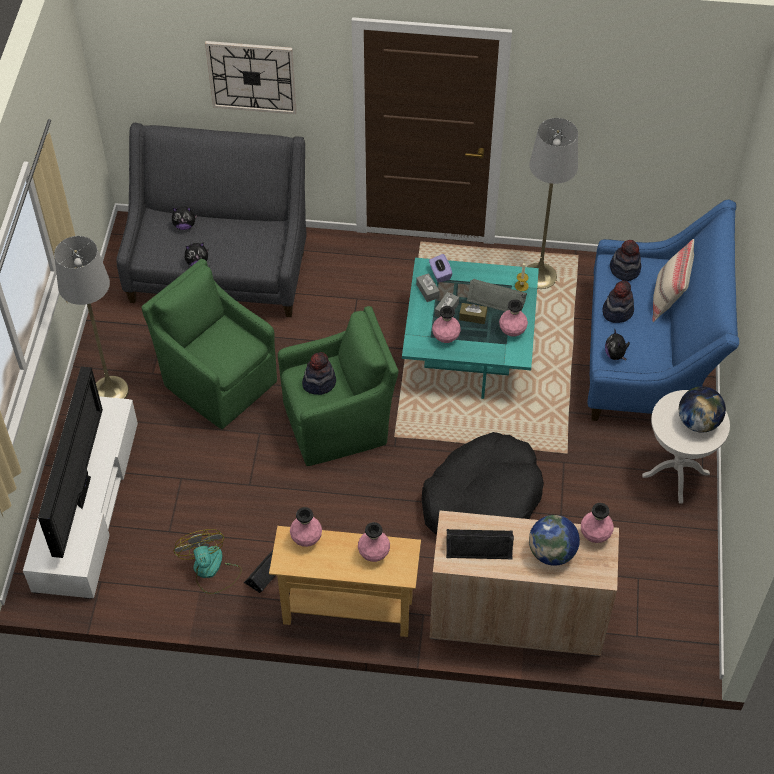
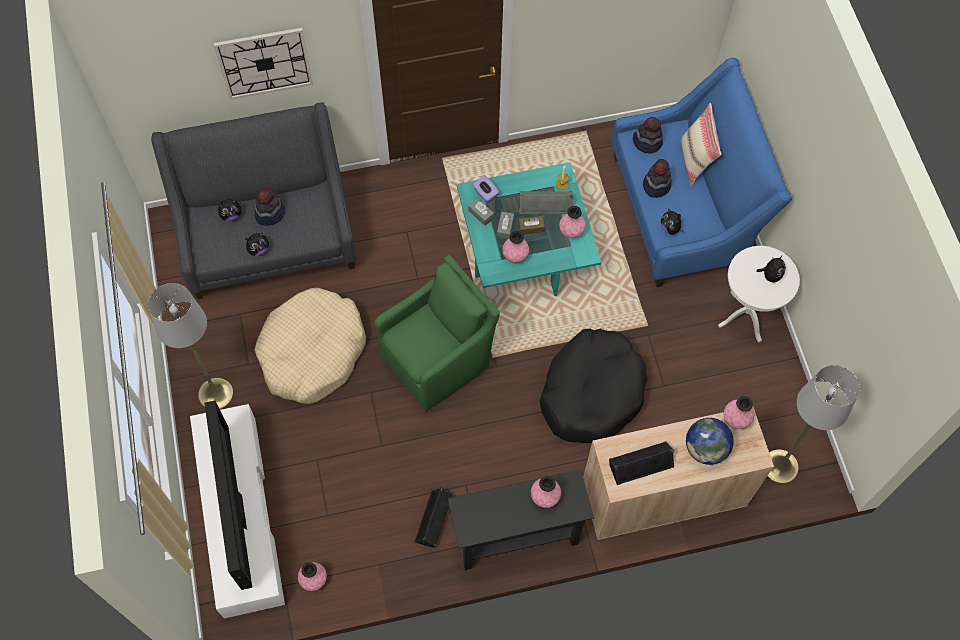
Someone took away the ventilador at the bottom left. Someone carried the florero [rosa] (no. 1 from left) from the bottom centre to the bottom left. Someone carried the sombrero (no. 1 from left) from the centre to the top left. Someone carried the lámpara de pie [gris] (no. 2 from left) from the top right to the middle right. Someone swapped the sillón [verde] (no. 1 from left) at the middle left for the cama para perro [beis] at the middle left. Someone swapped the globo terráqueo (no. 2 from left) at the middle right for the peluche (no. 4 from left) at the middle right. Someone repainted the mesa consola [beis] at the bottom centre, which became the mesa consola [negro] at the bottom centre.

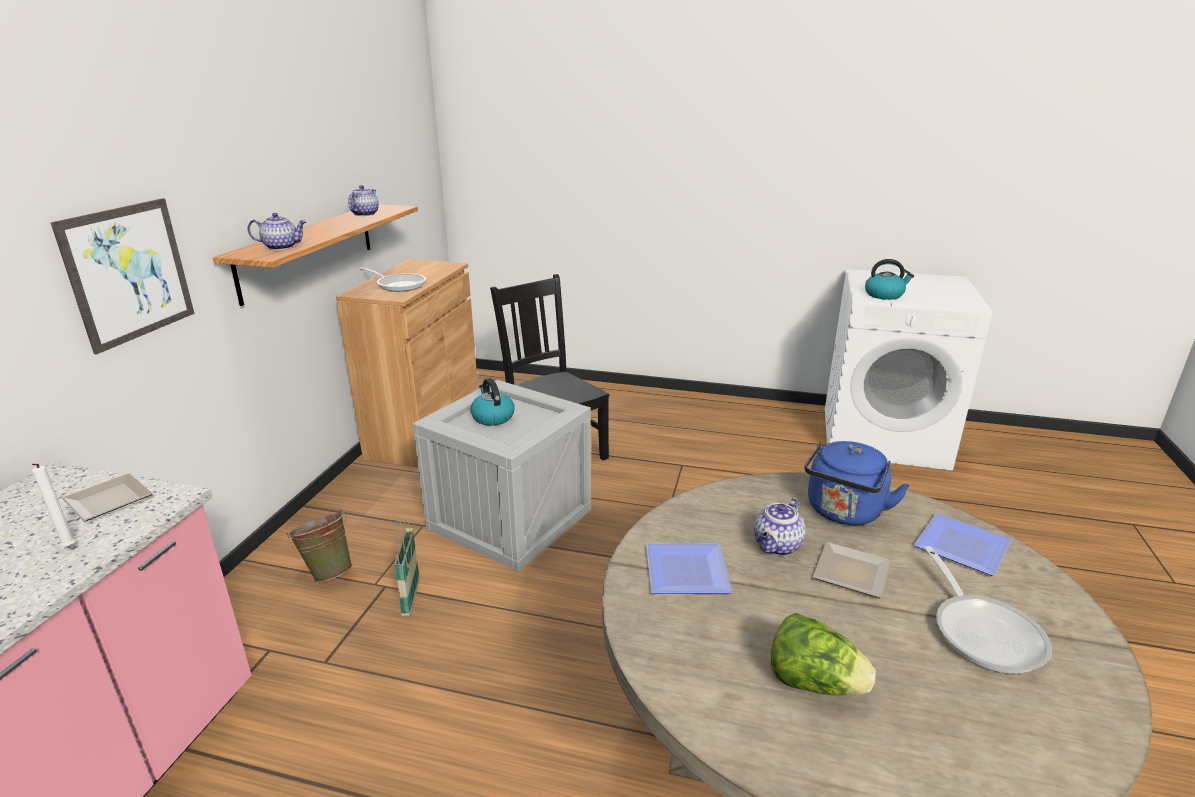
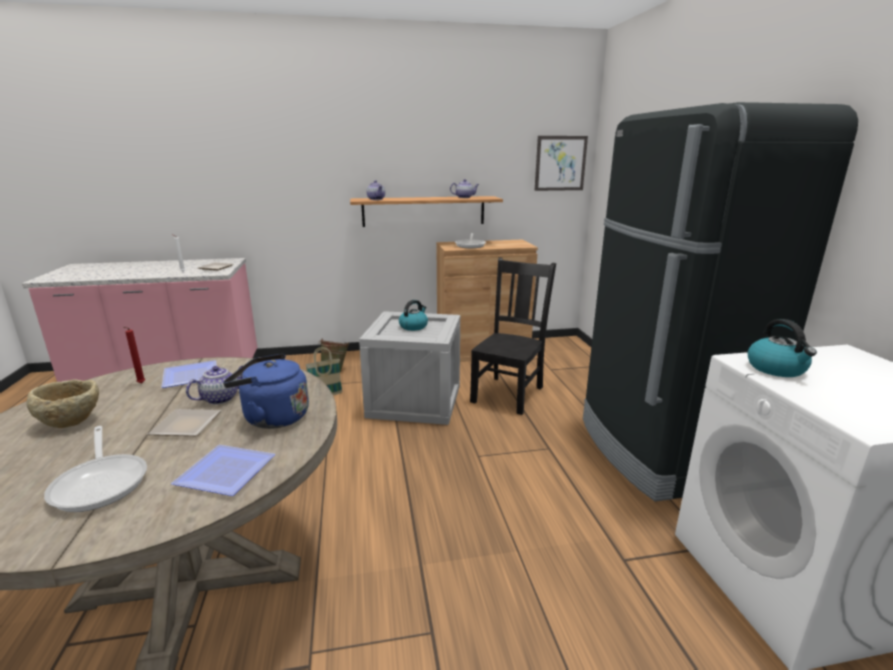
Someone put down the vela [rojo] at the middle left. Someone put down the nevera [negro] at the middle right. Someone carried the cuadro from the middle left to the top centre. Someone swapped the lechuga at the bottom right for the cuenco [beis] at the middle left. Someone rotated the tetera (no. 3 from left in the first image) at the centre by 120 degrees clockwise. Someone rotated the sartén (no. 2 from left in the first image) at the bottom right by 90 degrees counterclockwise.

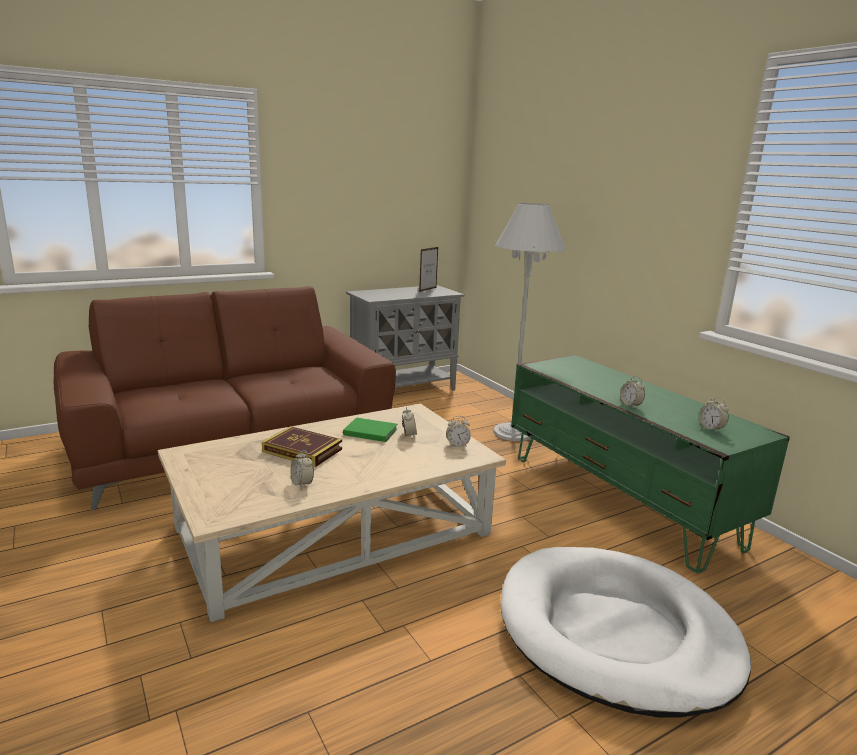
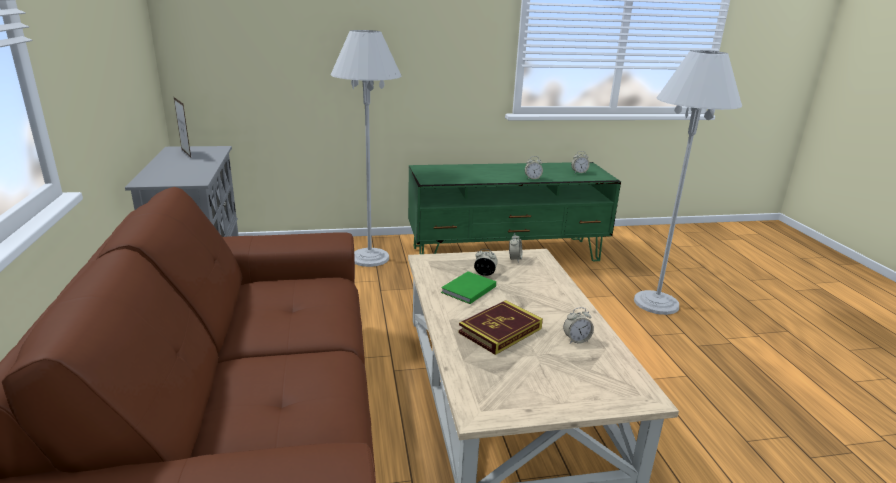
Someone swapped the cama para perro [blanco] at the bottom right for the lámpara de pie [blanco] (no. 2 from left) at the middle right.

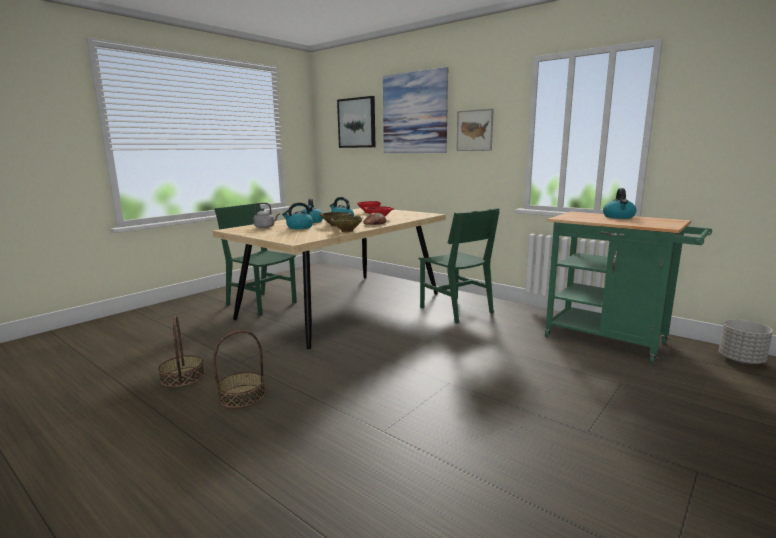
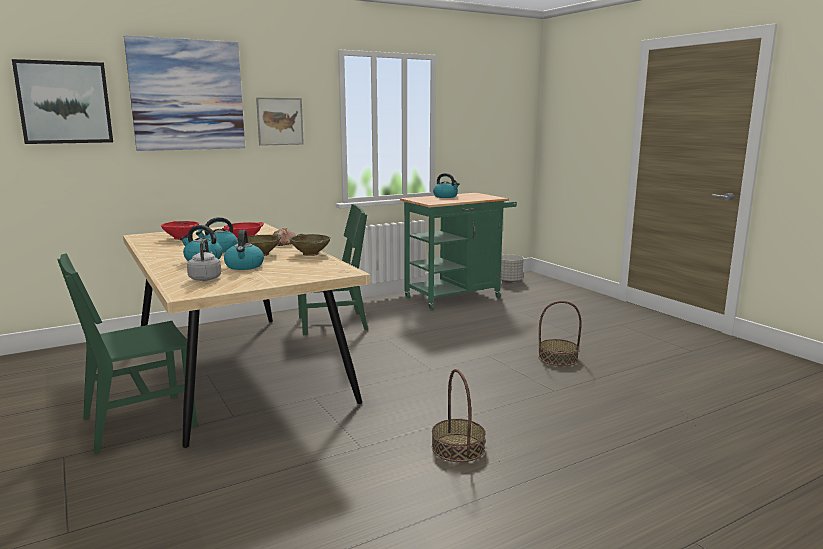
Someone carried the cesta (no. 1 from left in the first image) from the middle left to the middle right.

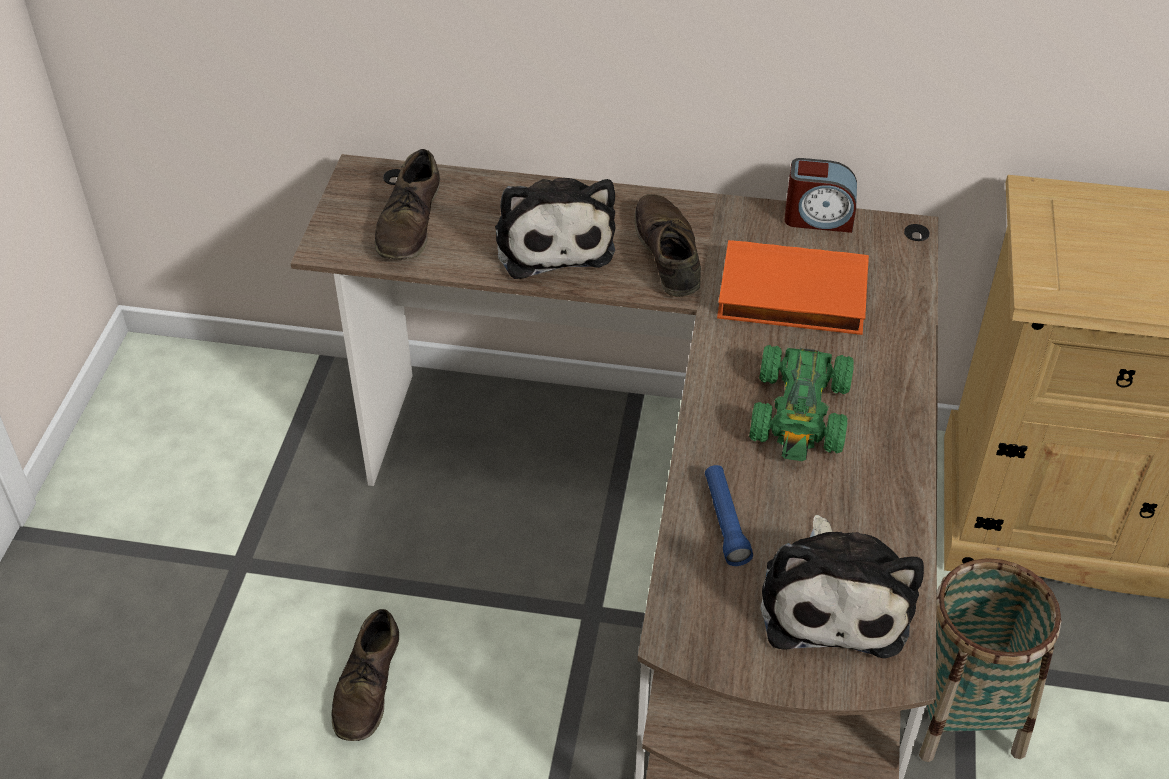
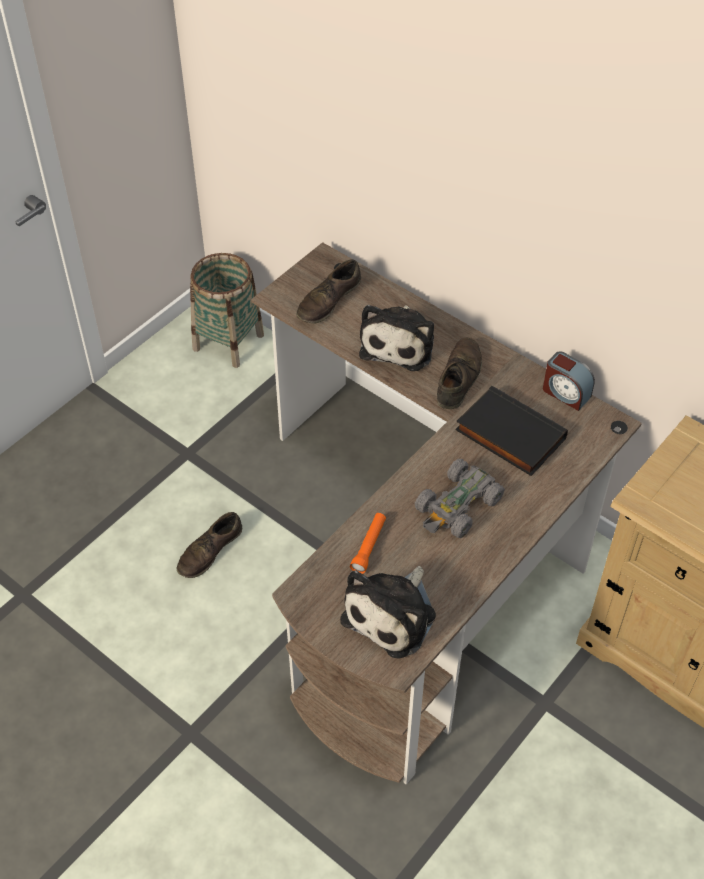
Someone carried the cesta from the bottom right to the middle left. Someone repainted the linterna [azul] at the centre, which became the linterna [naranja] at the centre. Someone repainted the libro [naranja] at the middle right, which became the libro [negro] at the middle right. Someone repainted the coche de juguete [verde] at the middle right, which became the coche de juguete [gris] at the centre.

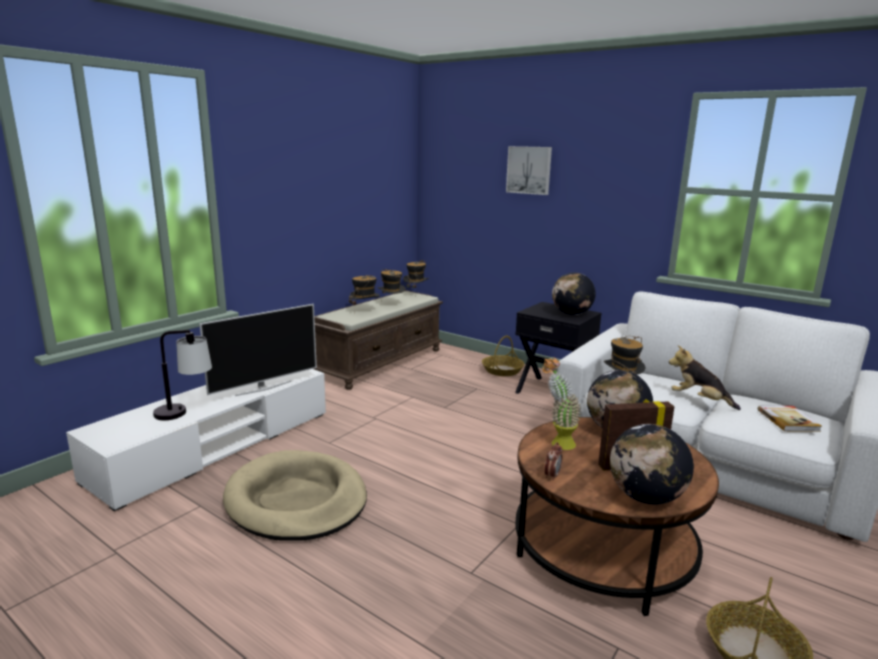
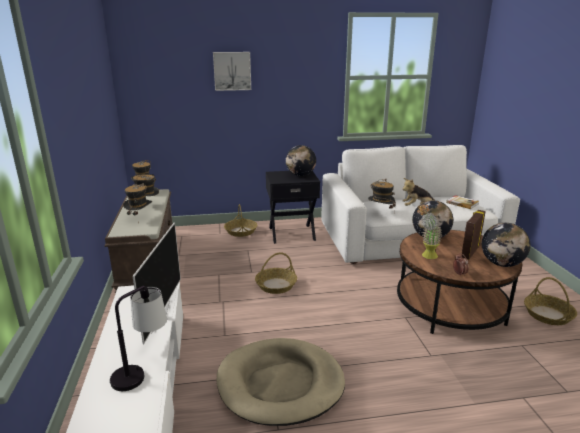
Someone put down the cesta (no. 2 from left) at the centre.

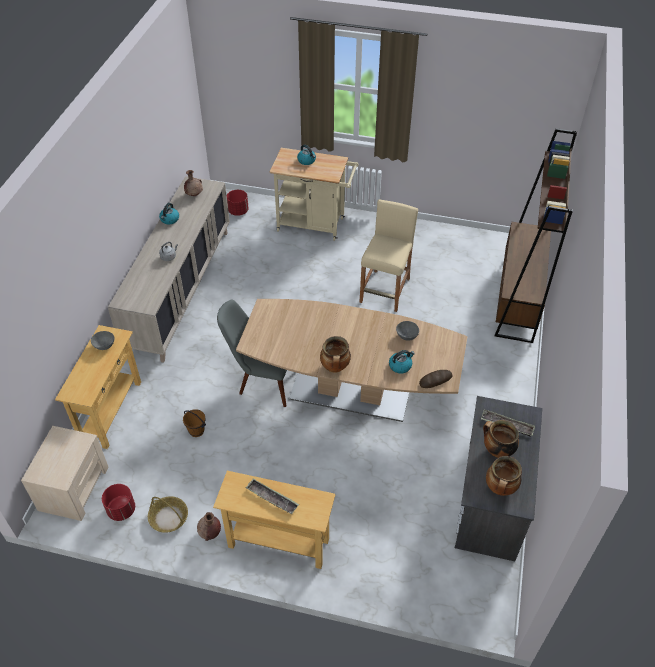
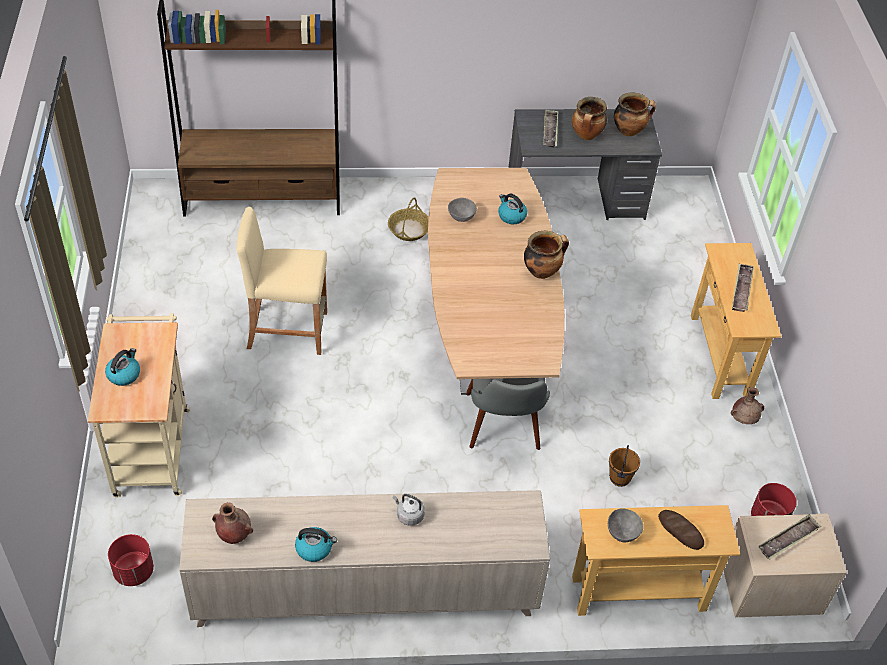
Someone put down the bandeja (no. 3 from left) at the bottom right. Someone carried the cesta from the bottom left to the top centre. Someone carried the pan from the centre to the bottom right.

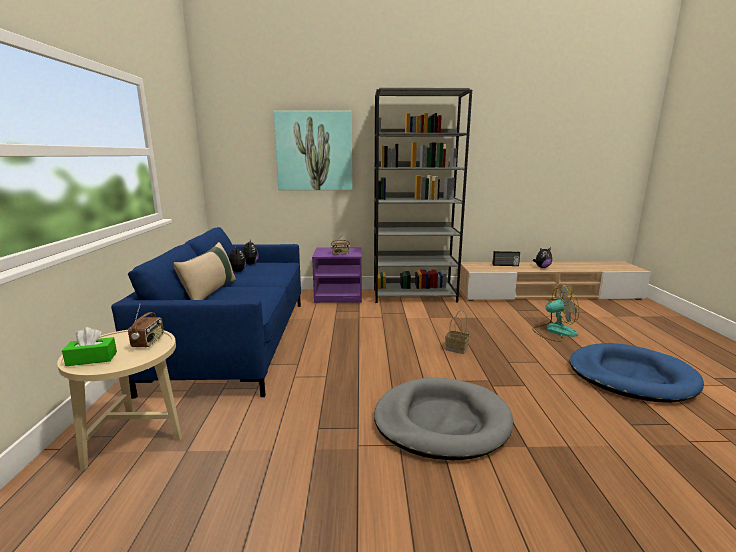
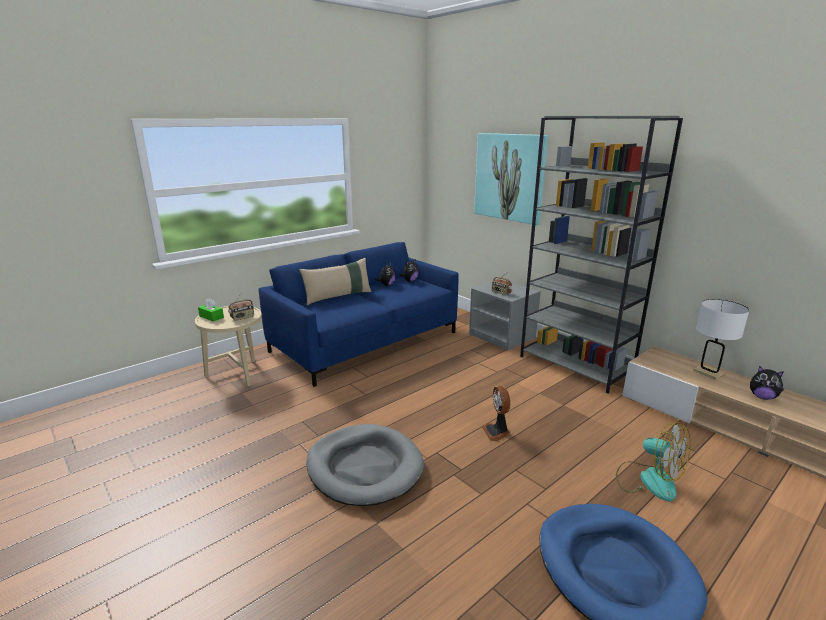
Someone swapped the cesta at the centre for the ventilador (no. 1 from left) at the centre. Someone swapped the radio (no. 3 from left) at the middle right for the lámpara de mesa [blanco] at the middle right. Someone repainted the mesita de noche [morado] at the centre, which became the mesita de noche [gris] at the centre.

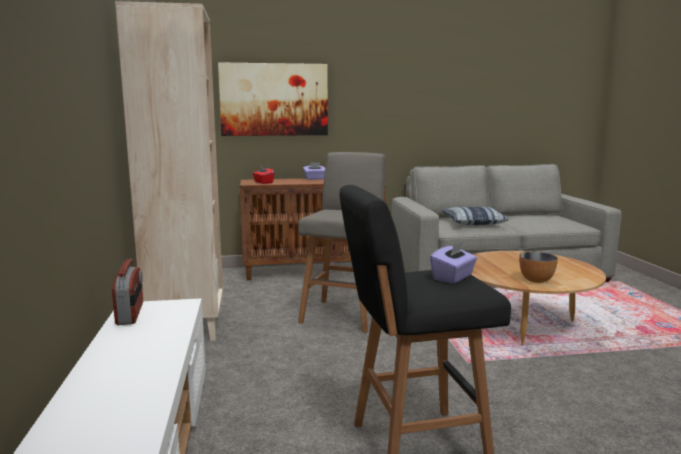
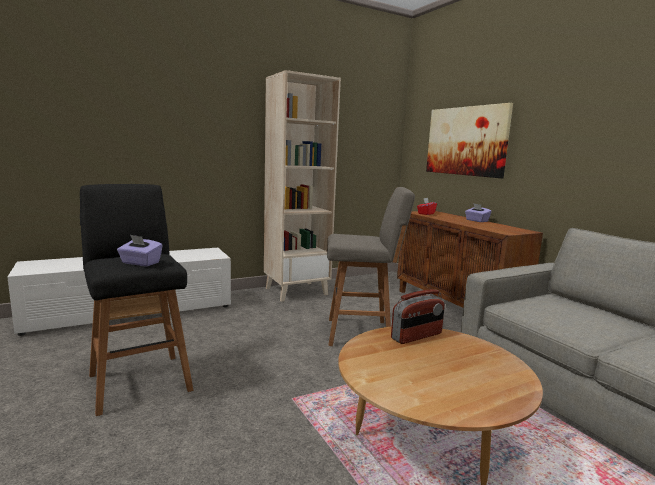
Someone took away the cojín at the middle right. Someone took away the cuenco at the middle right. Someone carried the radio from the middle left to the centre.

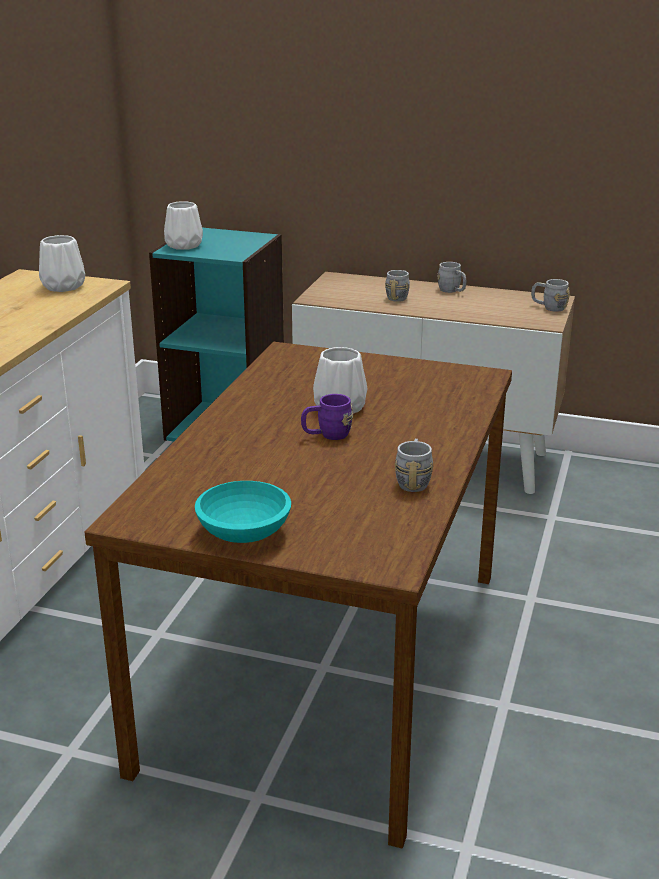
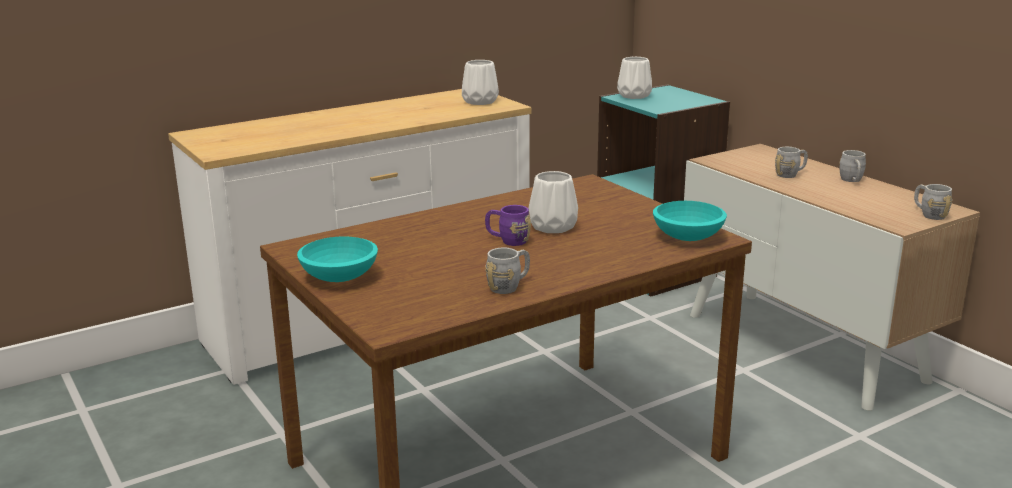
Someone put down the cuenco [turquesa] (no. 2 from left) at the middle right.

